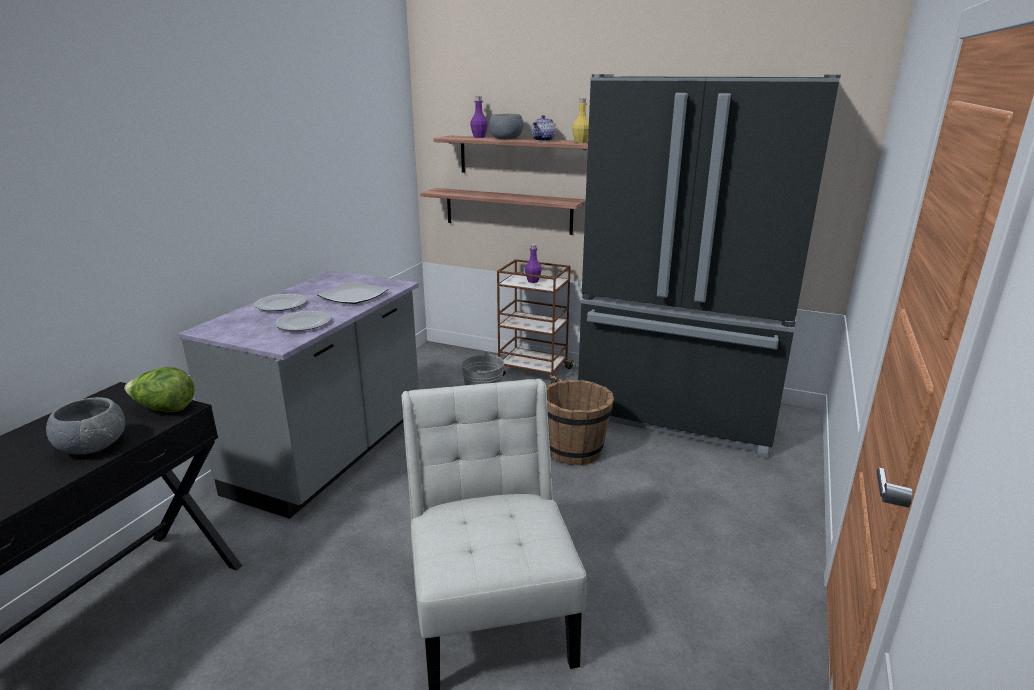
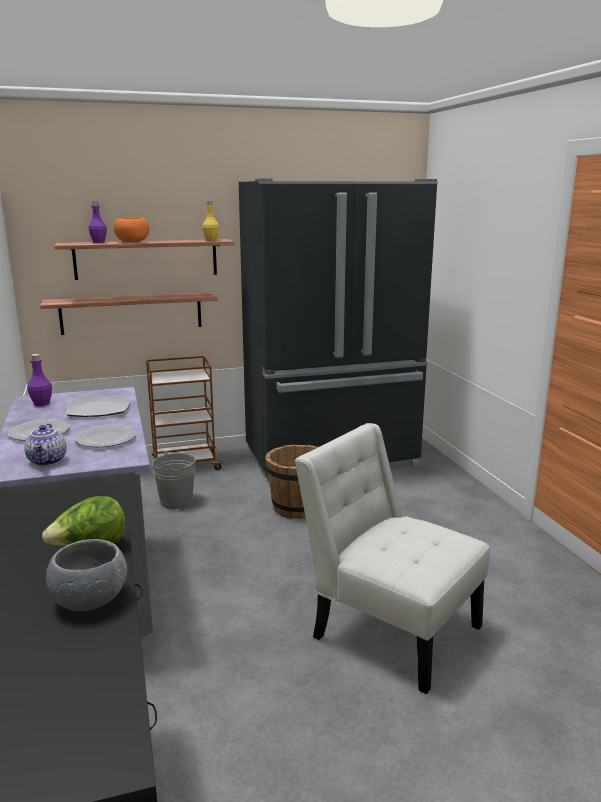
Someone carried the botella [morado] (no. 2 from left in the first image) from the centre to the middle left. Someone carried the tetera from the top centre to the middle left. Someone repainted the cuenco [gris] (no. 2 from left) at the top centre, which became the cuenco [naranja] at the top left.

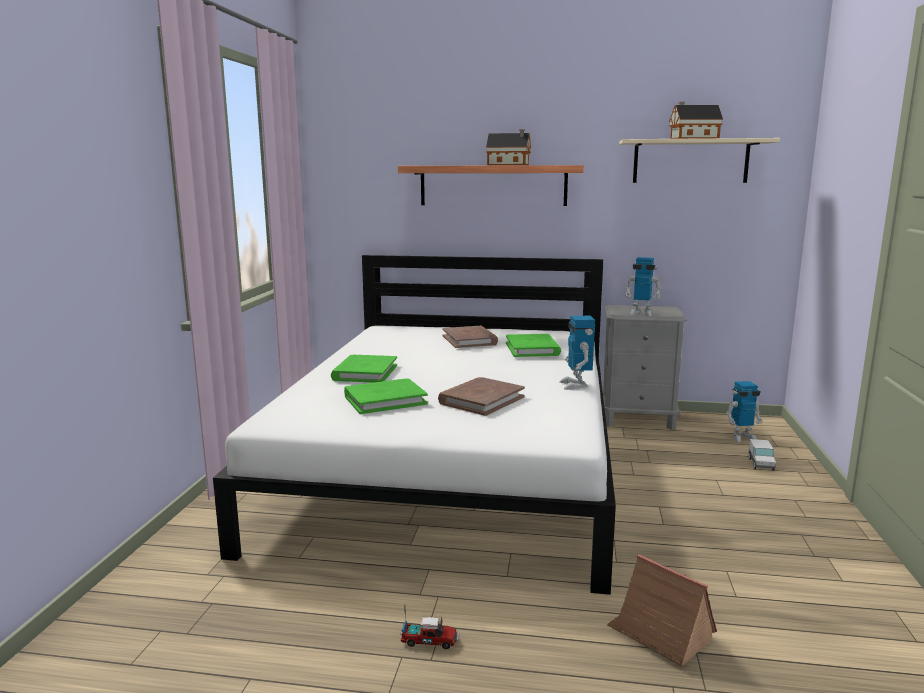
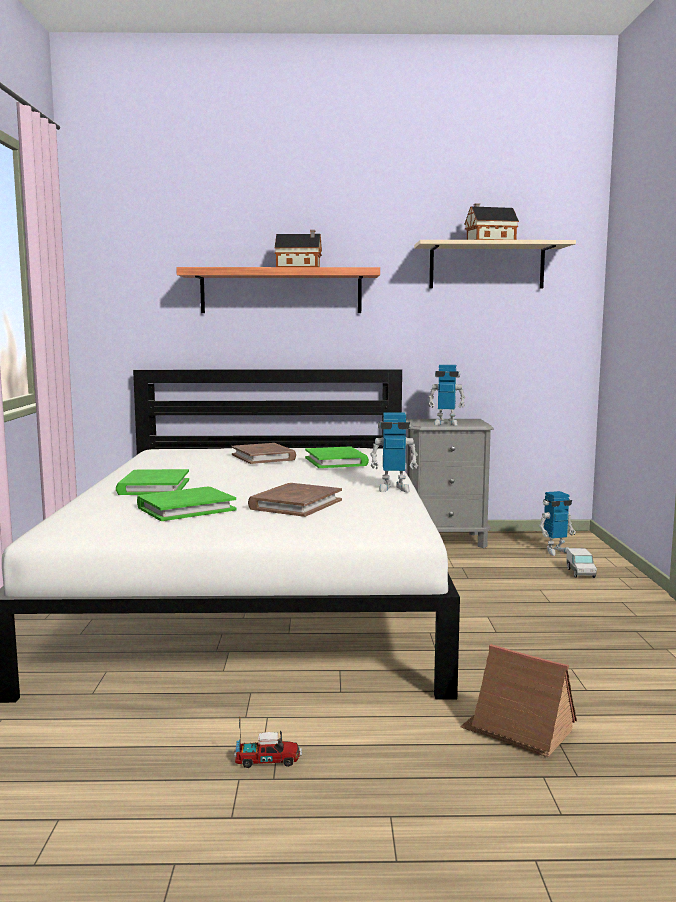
Someone rotated the robot de juguete (no. 1 from left) at the centre by 75 degrees counterclockwise.

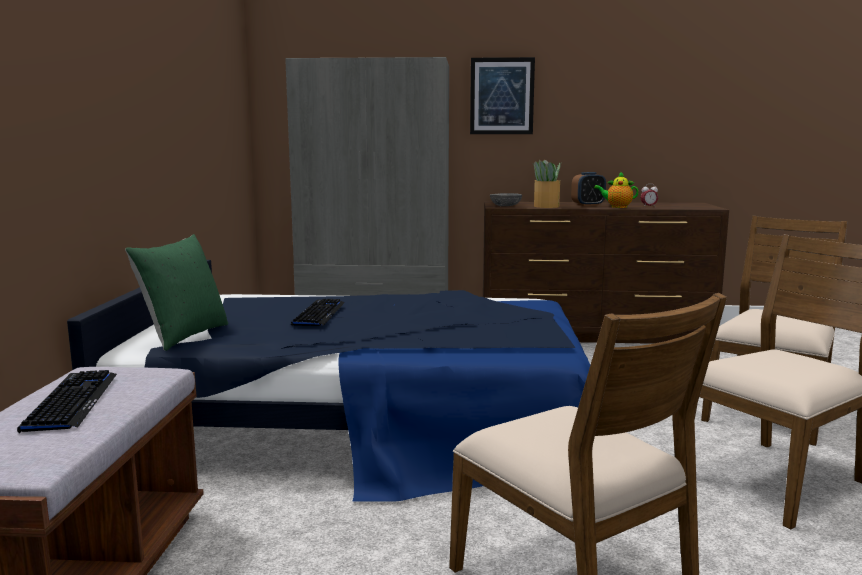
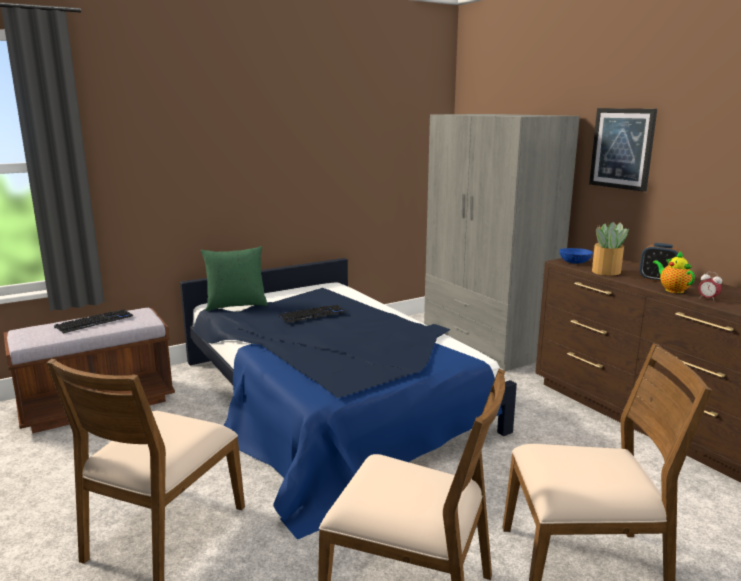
Someone repainted the cuenco [gris] at the centre, which became the cuenco [azul] at the middle right.

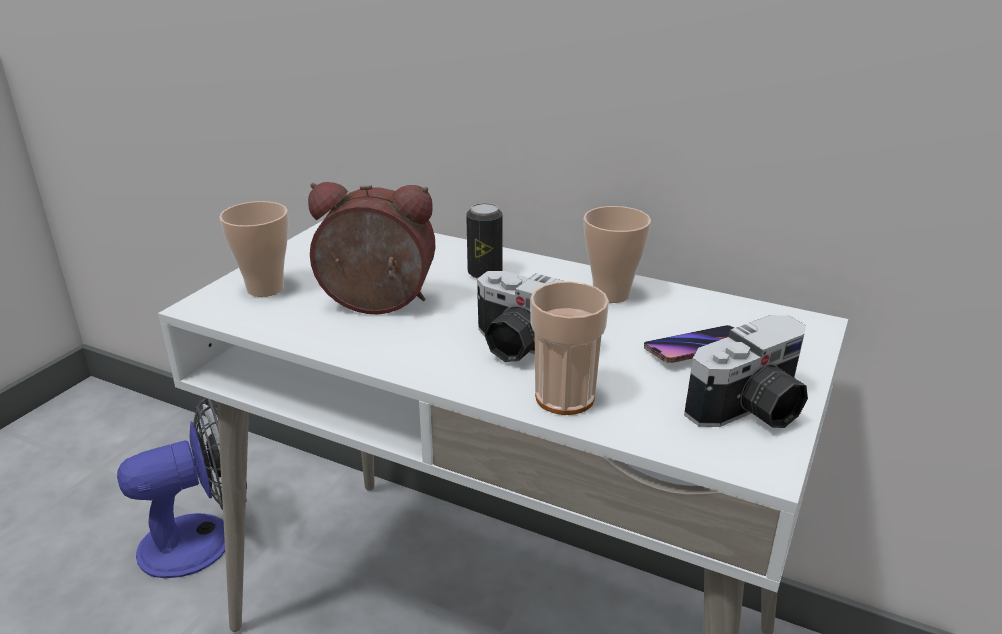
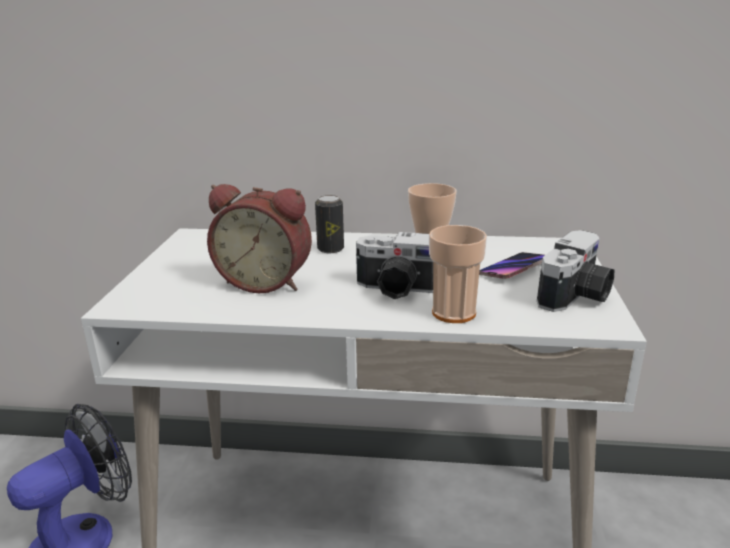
Someone took away the taza (no. 1 from left) at the middle left. Someone rotated the despertador at the centre by 150 degrees counterclockwise.

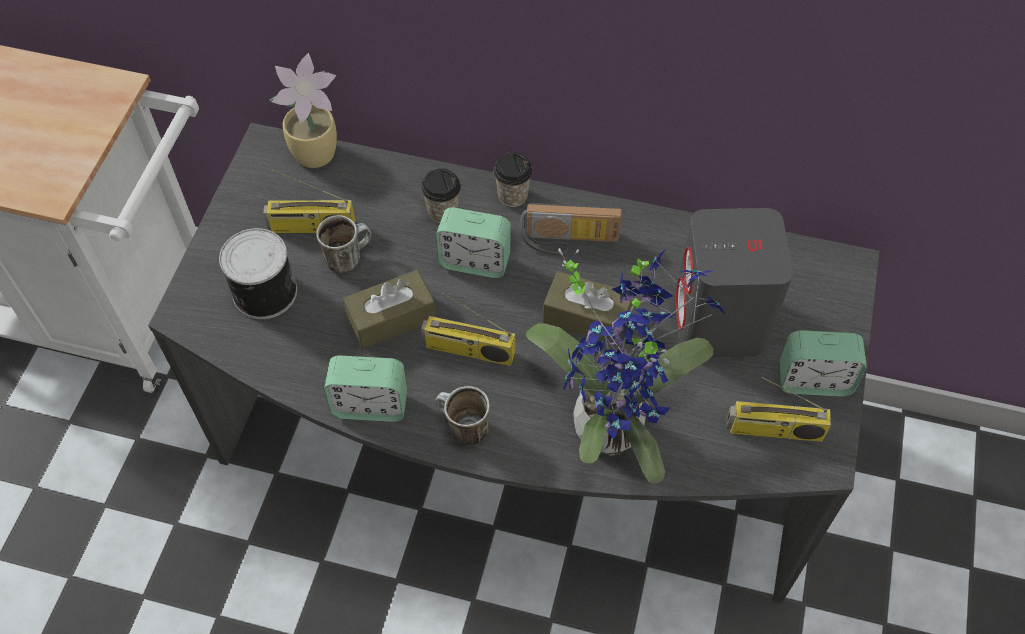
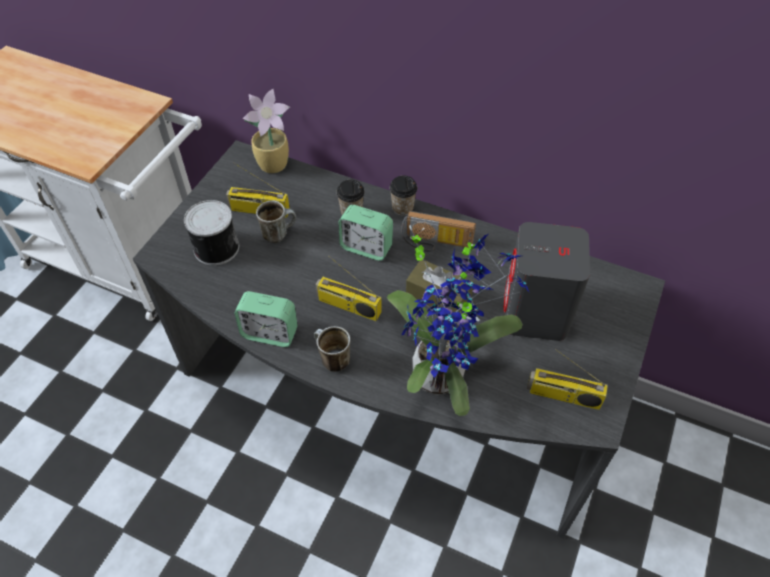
Someone took away the caja de pañuelos [marrón] (no. 1 from left) at the centre. Someone took away the despertador (no. 3 from left) at the middle right.

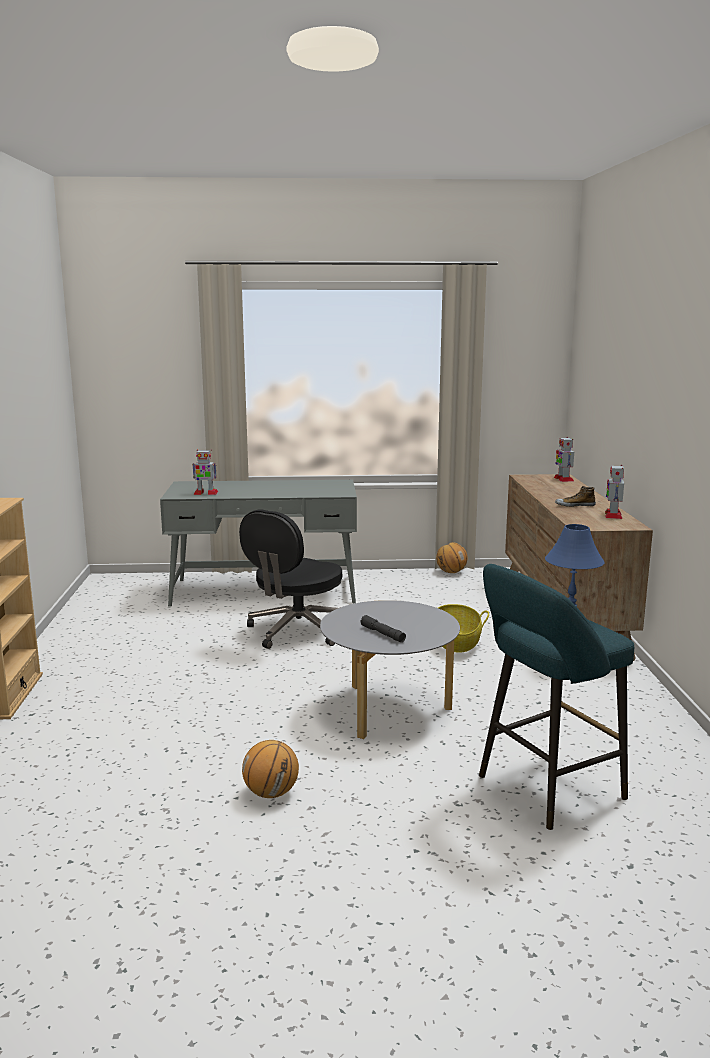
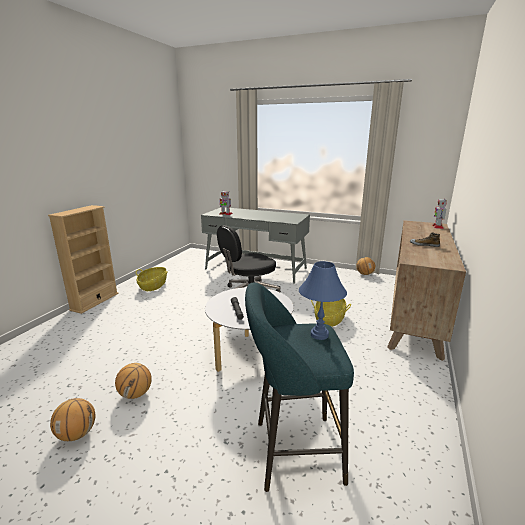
Someone took away the robot de juguete (no. 3 from left) at the middle right. Someone put down the balón de baloncesto (no. 1 from left) at the bottom left. Someone put down the cesta (no. 1 from left) at the middle left.

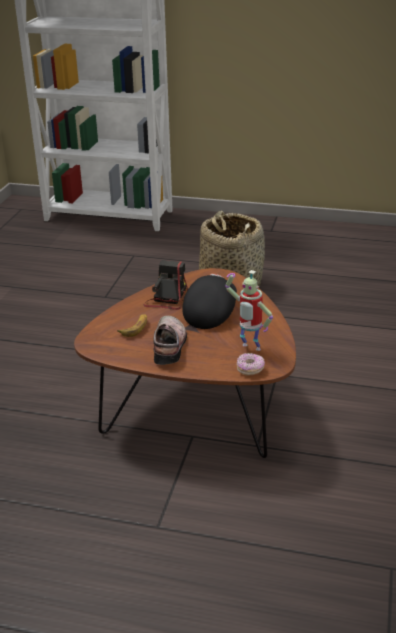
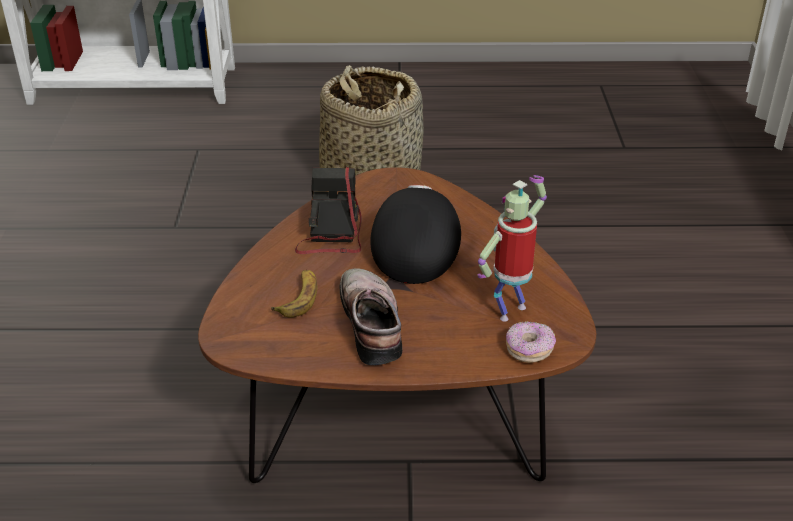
Someone rotated the robot de juguete at the centre by 120 degrees clockwise.

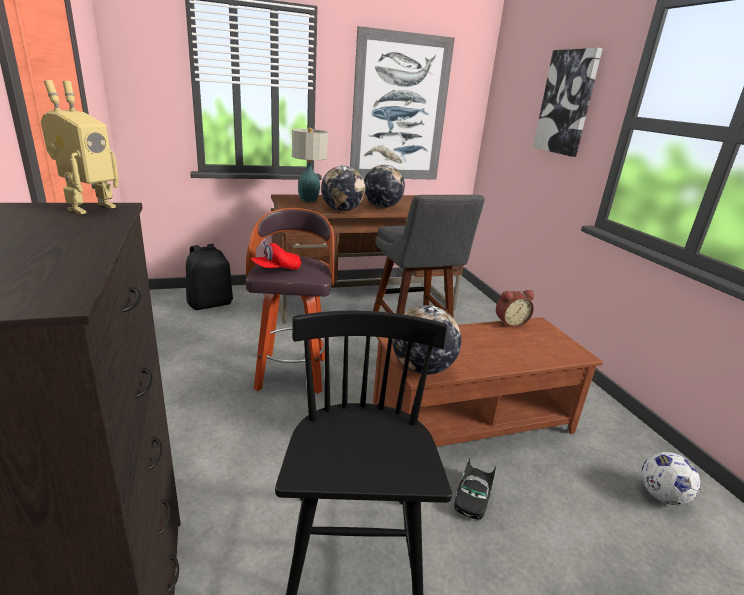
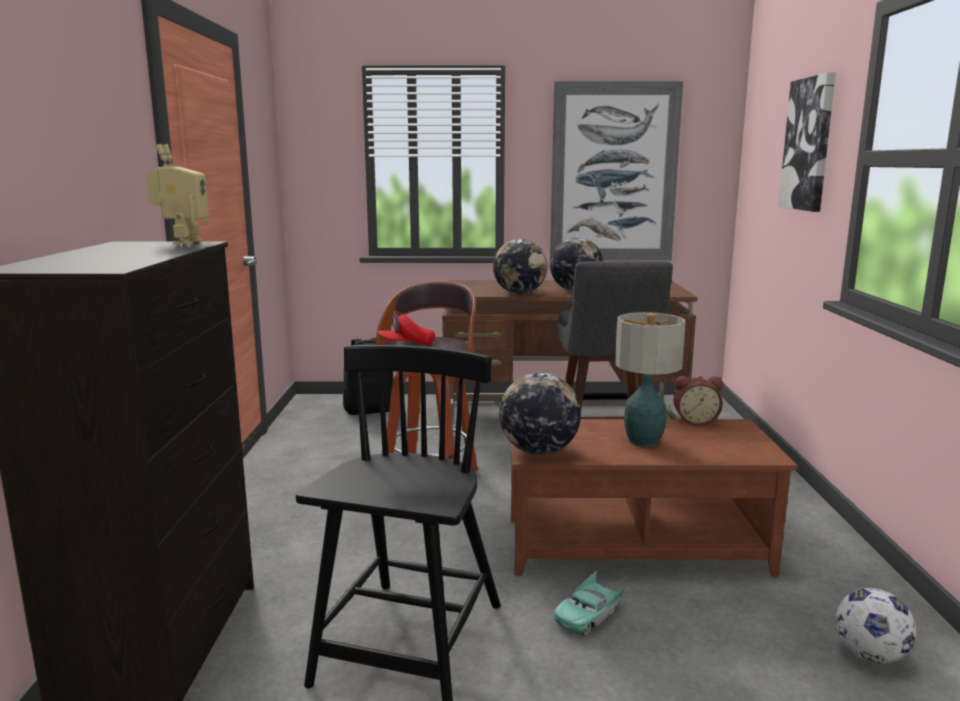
Someone carried the lámpara de mesa from the top centre to the middle right. Someone repainted the coche de juguete [negro] at the bottom centre, which became the coche de juguete [turquesa] at the bottom centre. Someone rotated the robot de juguete at the top left by 45 degrees counterclockwise.

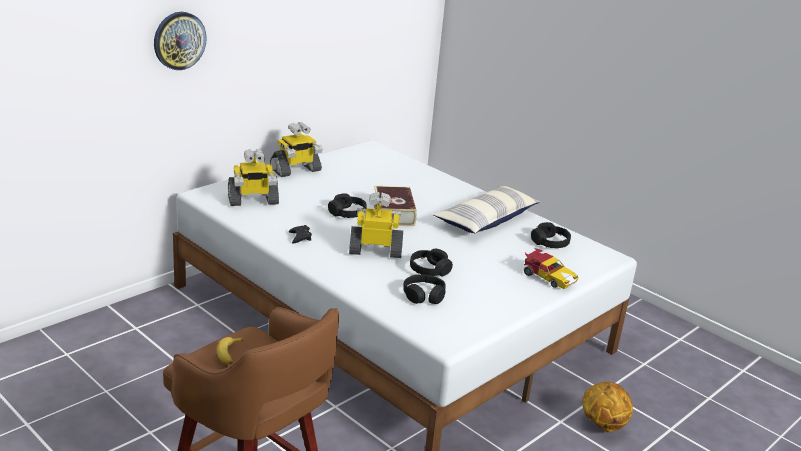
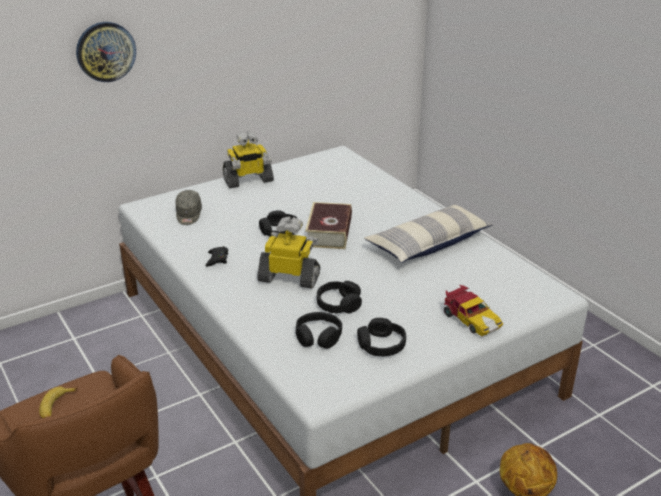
Someone carried the auriculares [negro] (no. 4 from left) from the middle right to the bottom centre. Someone swapped the robot de juguete (no. 1 from left) at the middle left for the gorra [gris] at the middle left.

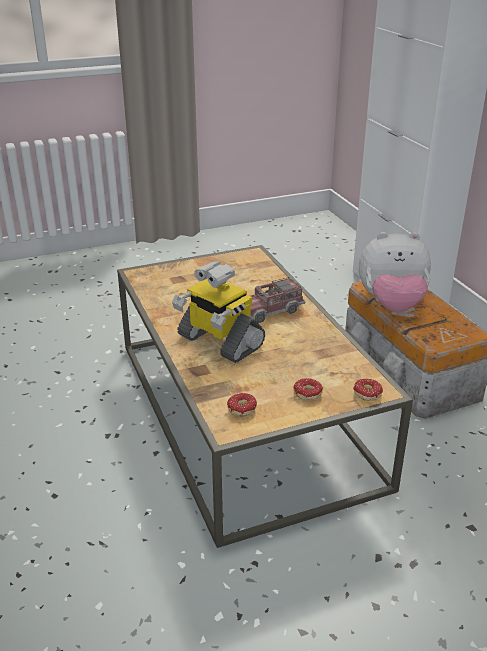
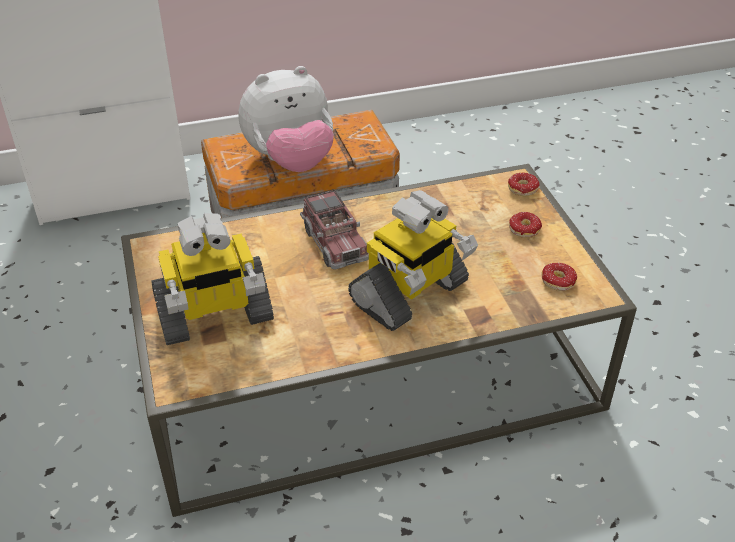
Someone put down the robot de juguete (no. 1 from left) at the middle left. Someone rotated the peluche at the middle right by 60 degrees clockwise.

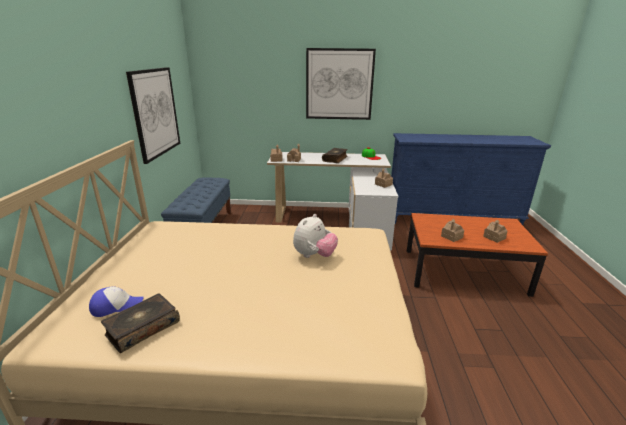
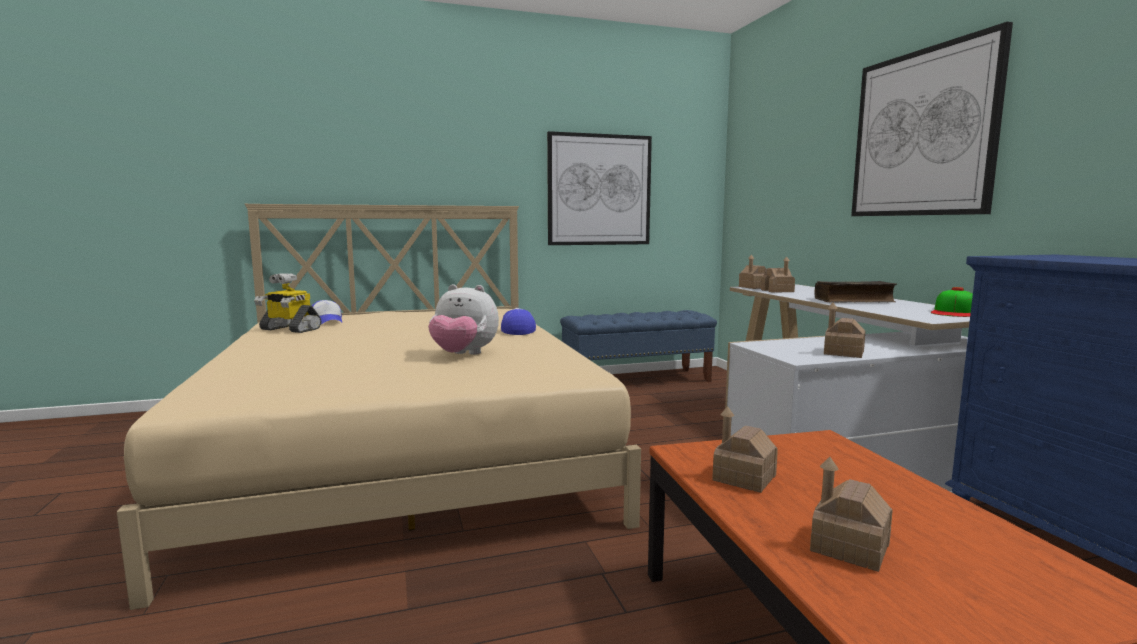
Someone put down the gorra (no. 2 from left) at the centre. Someone swapped the libro (no. 1 from left) at the bottom left for the robot de juguete at the middle left.

